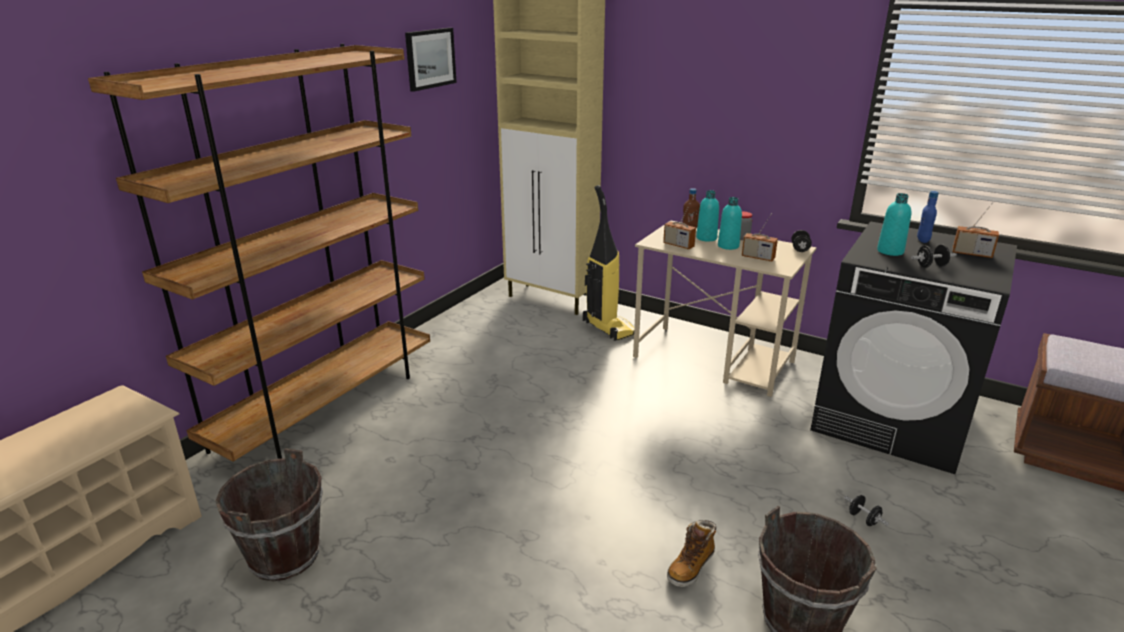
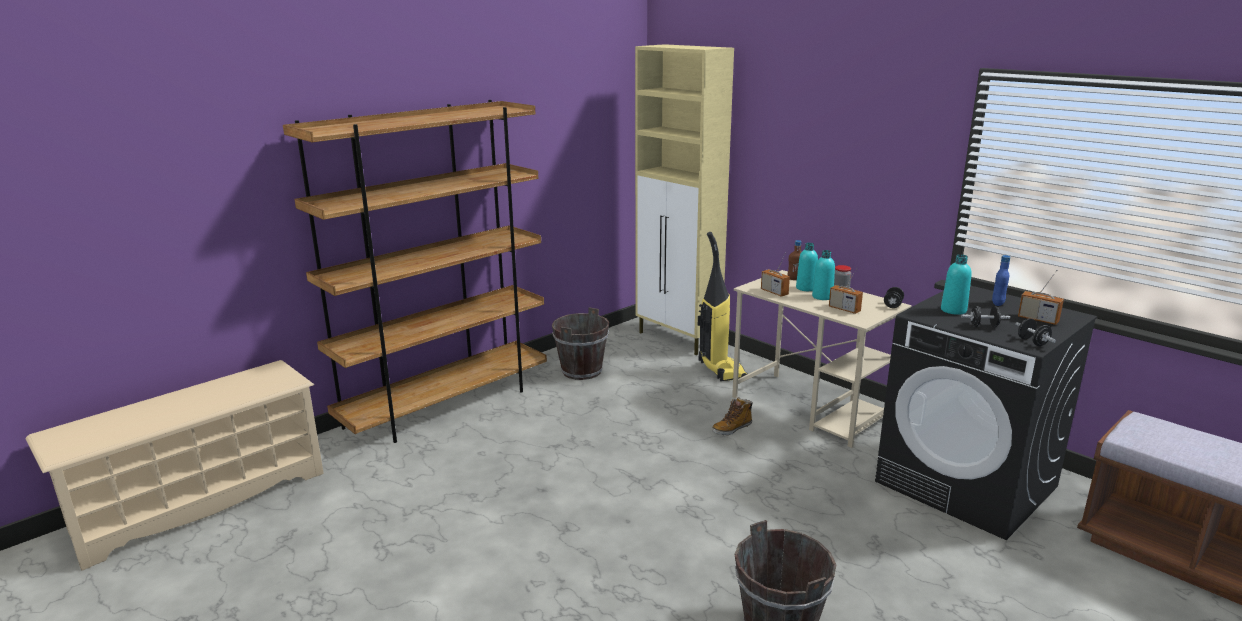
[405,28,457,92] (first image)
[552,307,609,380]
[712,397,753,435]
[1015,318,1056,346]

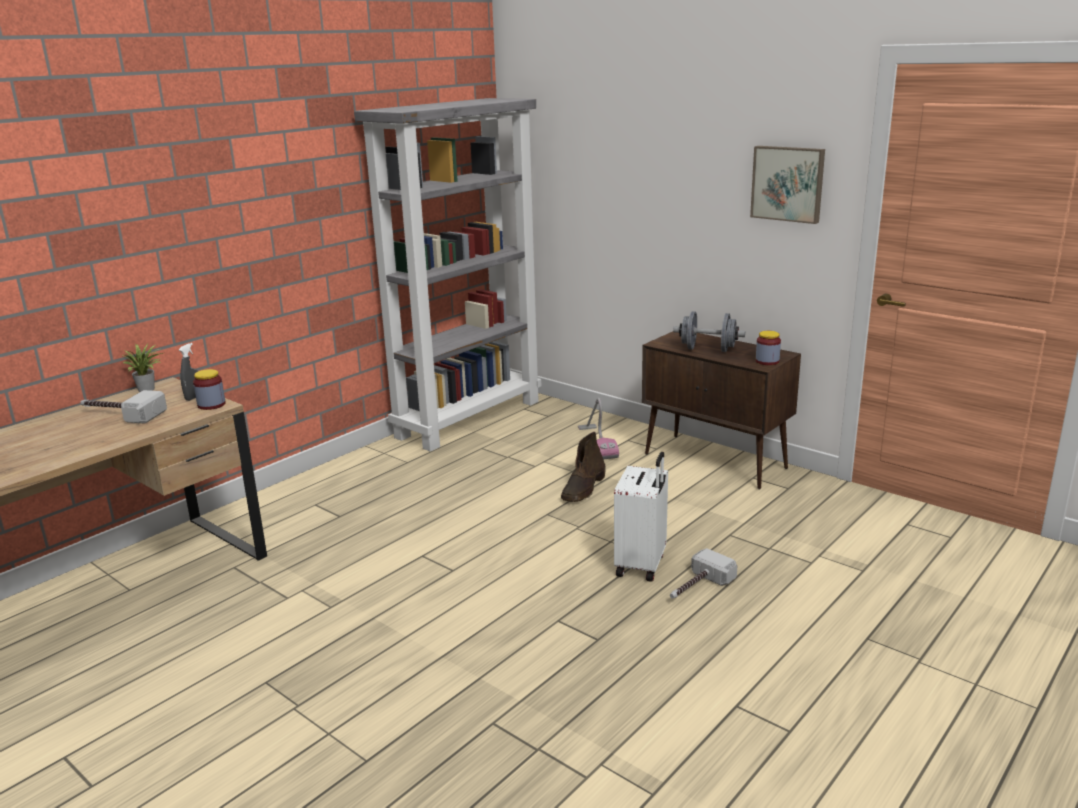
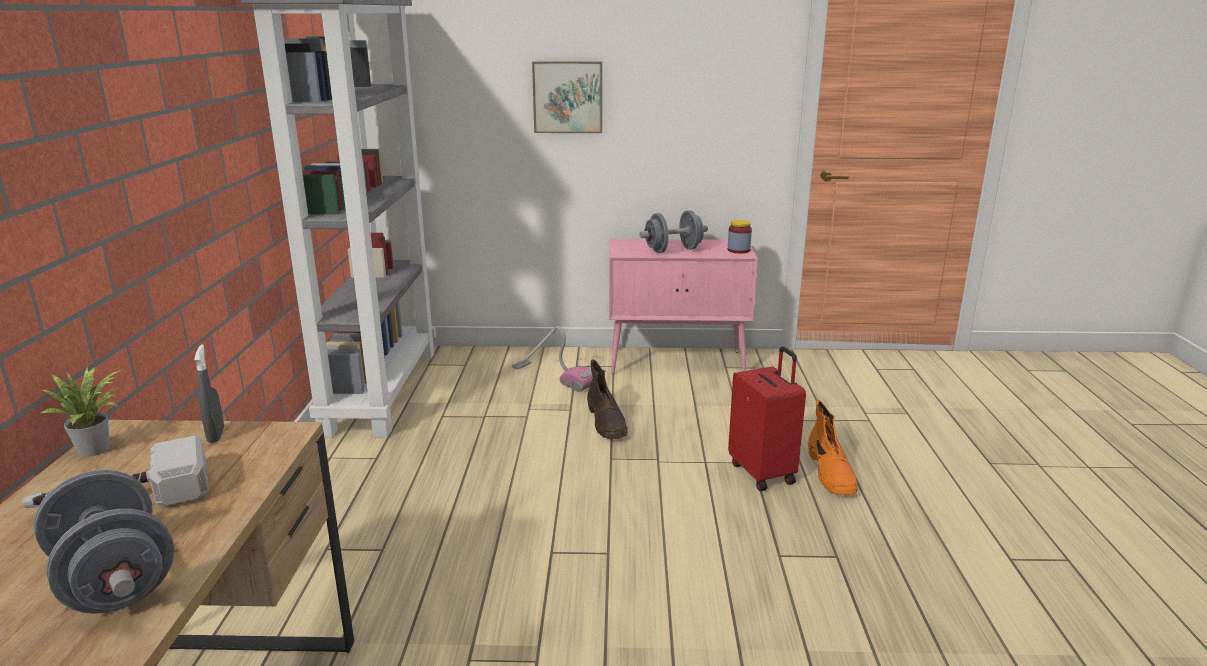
[193,369,226,410] (first image)
[34,470,174,614]
[532,61,602,133]
[808,400,858,496]
[728,346,806,491]
[609,239,758,374]

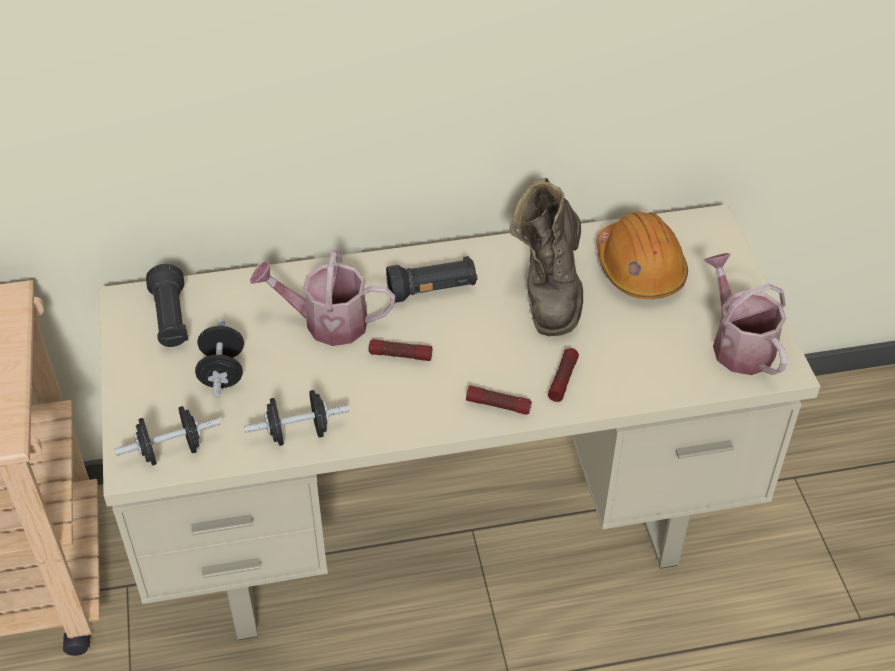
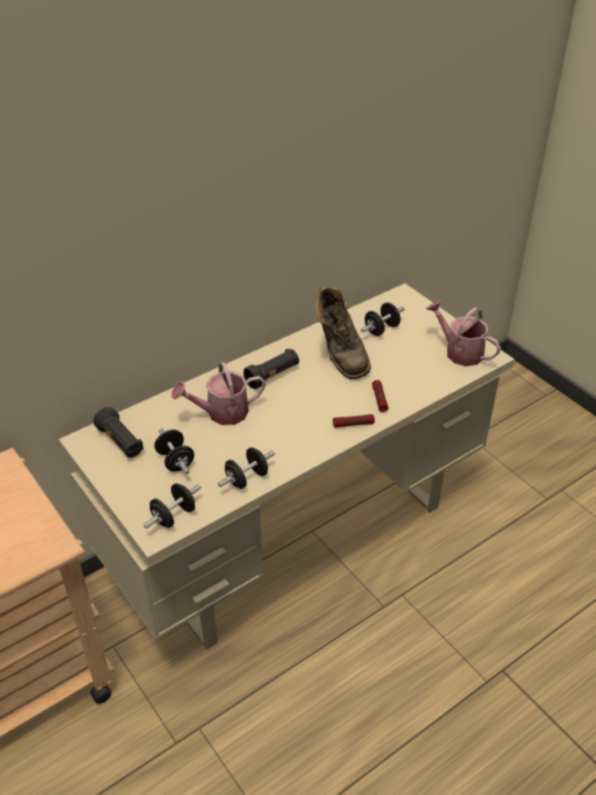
[368,339,432,361] (first image)
[361,303,404,336]

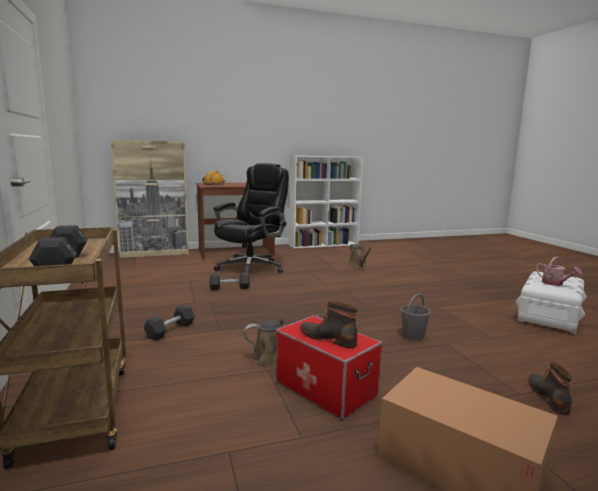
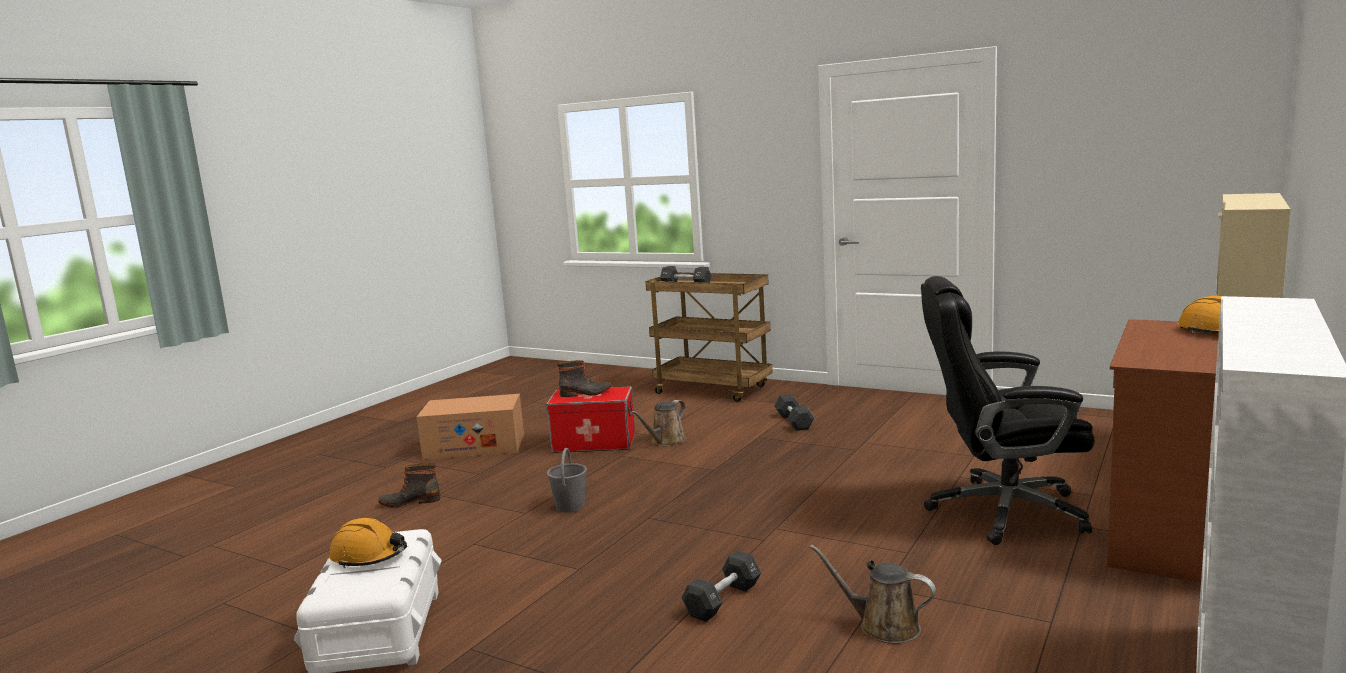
[681,551,761,622]
[329,518,407,568]
[921,276,1094,545]
[378,463,441,508]

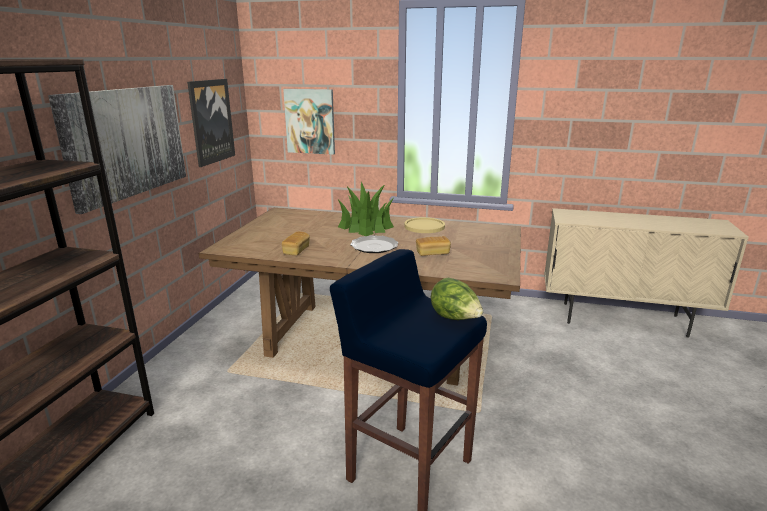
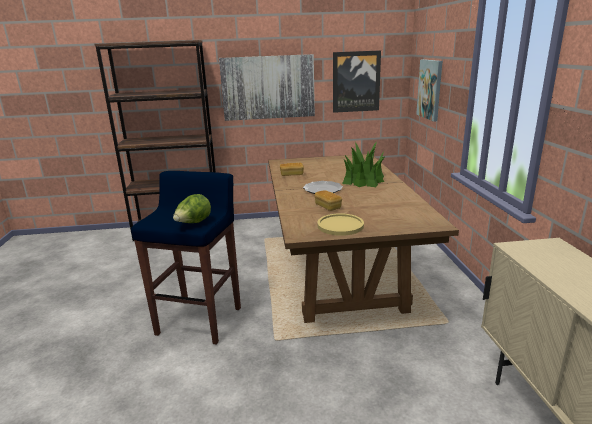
[317,213,364,236]

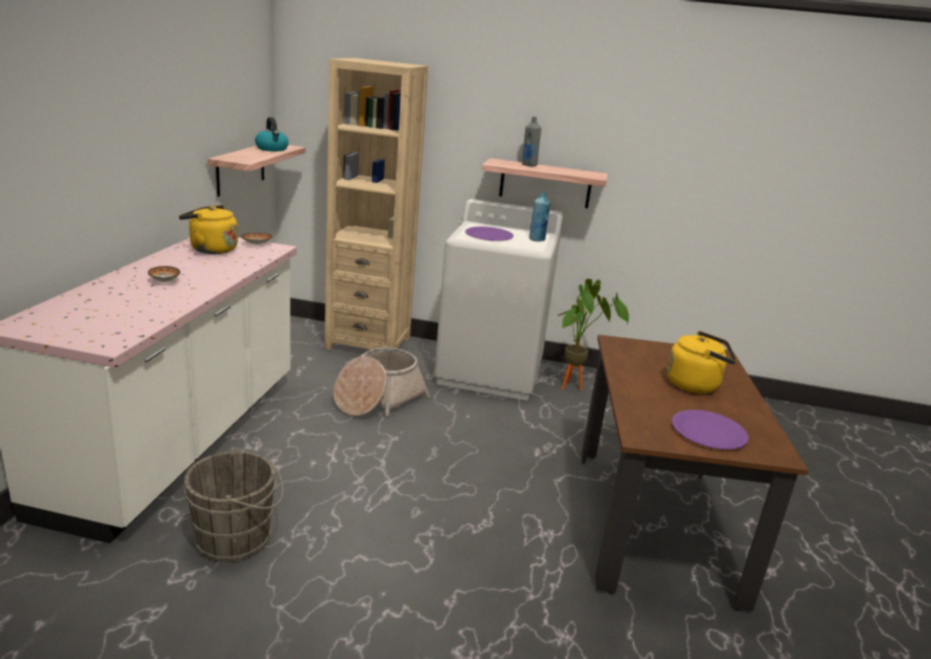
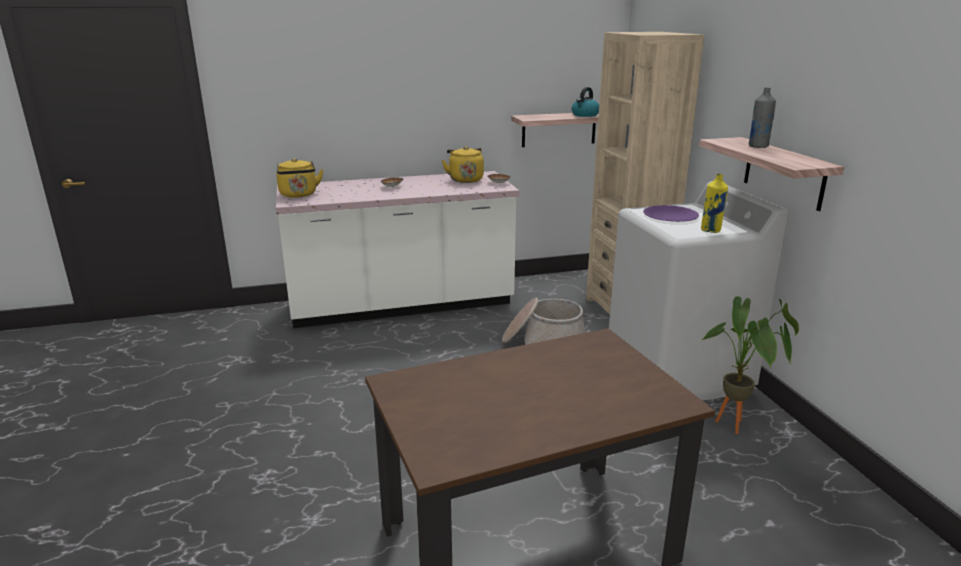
[184,447,284,563] (first image)
[672,410,749,450] (first image)
[276,158,323,198]
[701,174,728,233]

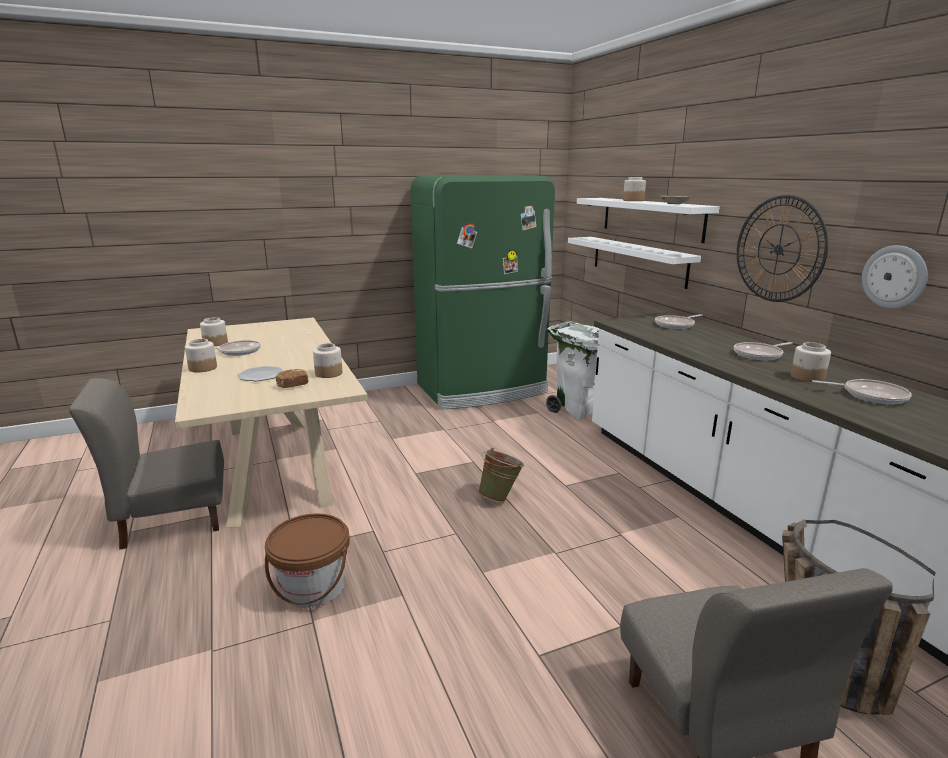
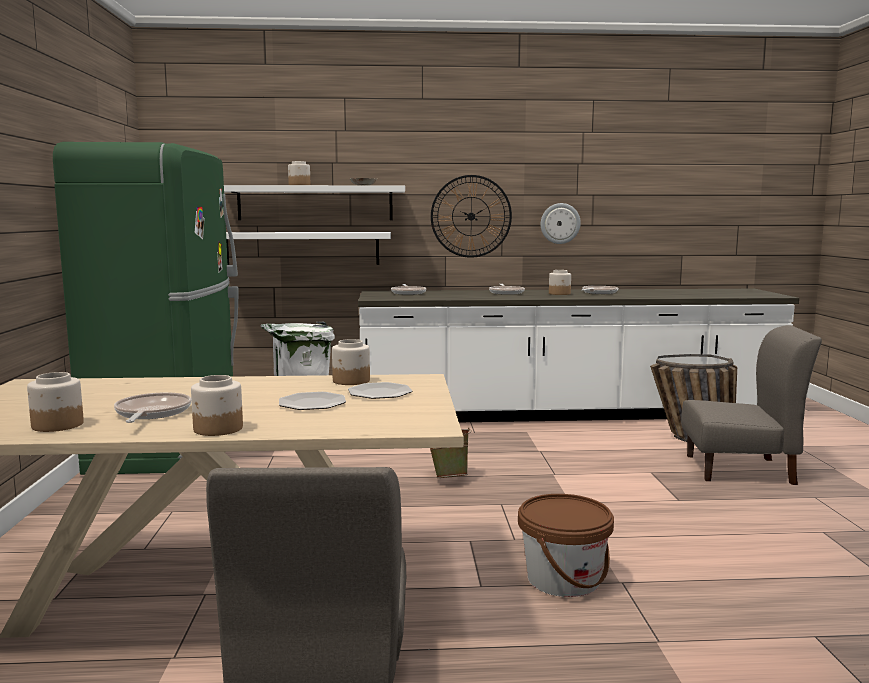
[348,382,412,399]

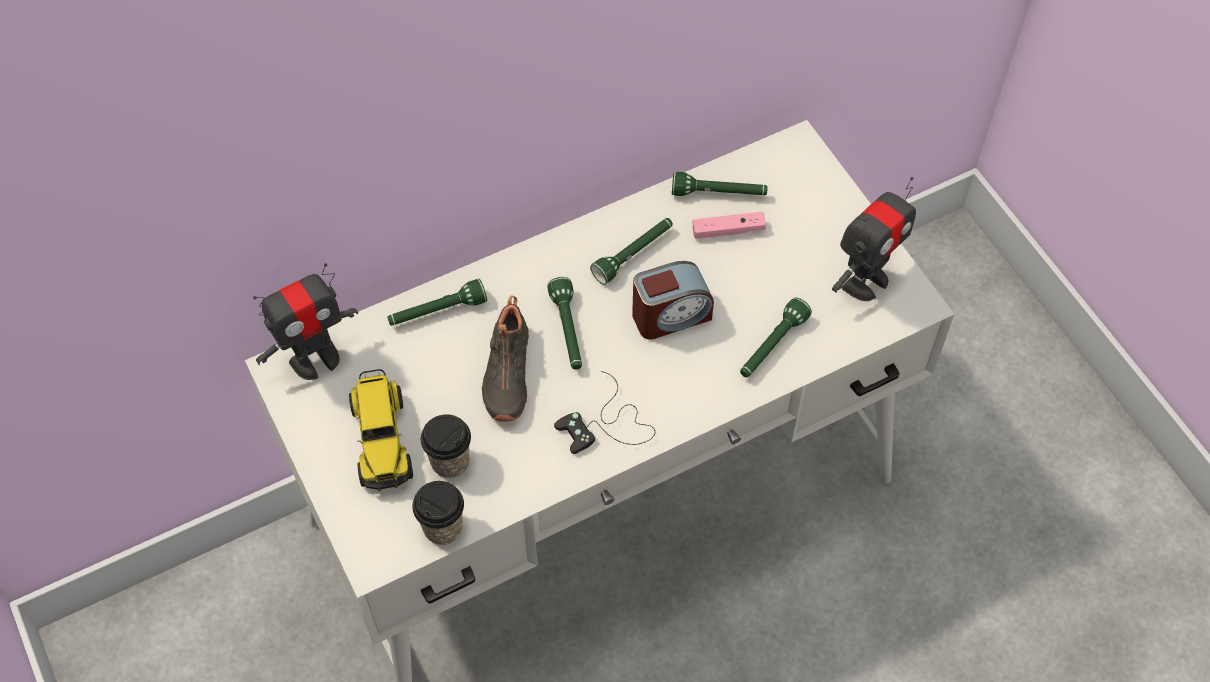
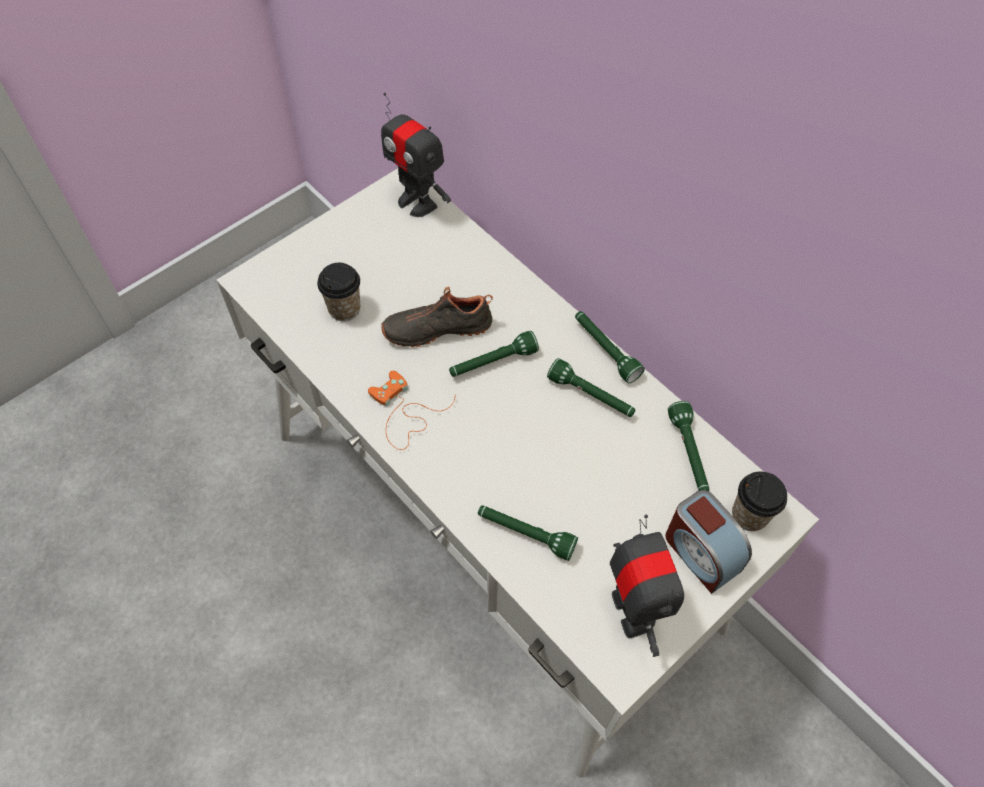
[349,369,413,491] (first image)
[693,212,766,238] (first image)
[575,311,645,383]
[732,471,787,531]
[665,490,752,594]
[368,371,456,450]
[610,514,684,657]

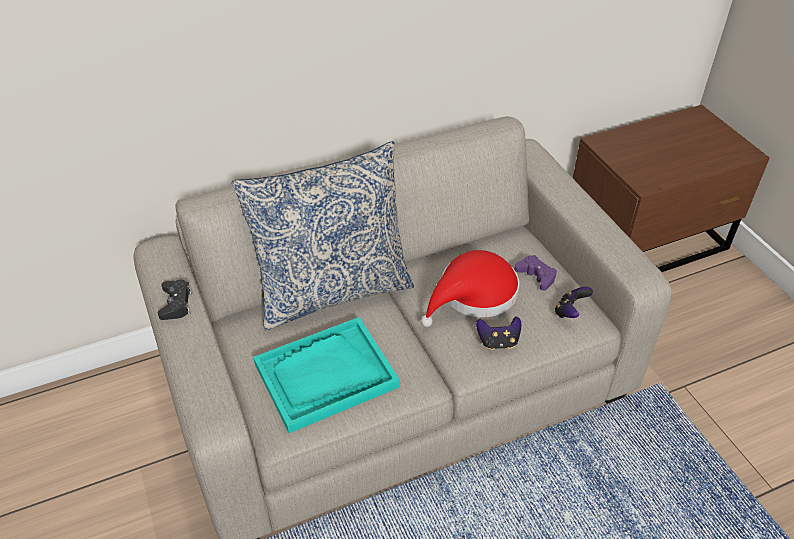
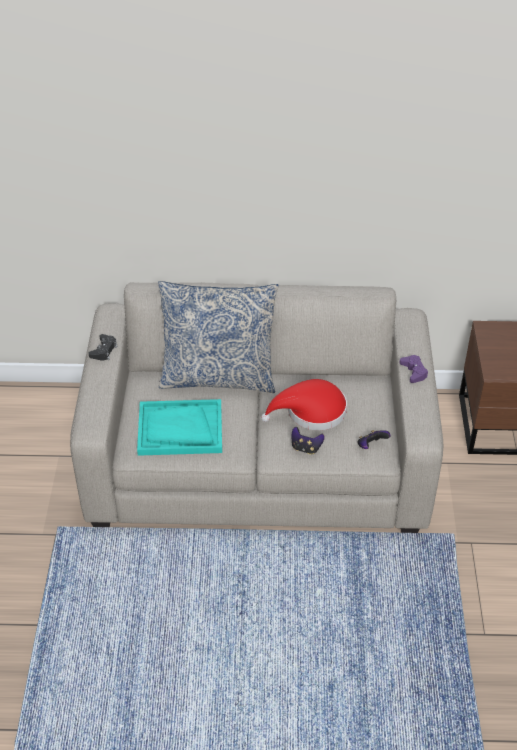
[400,355,428,383]

